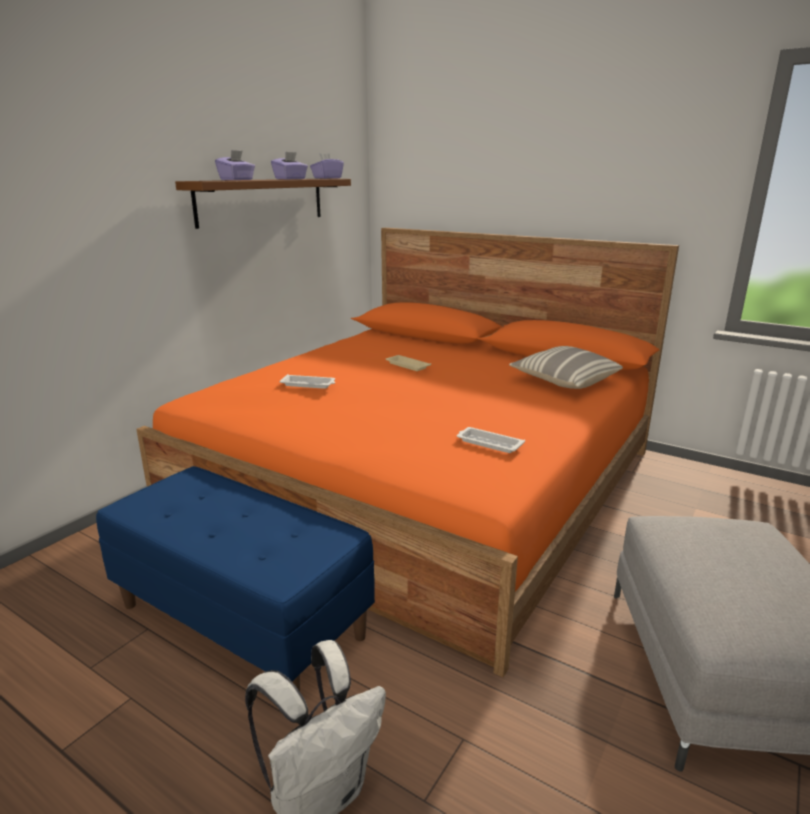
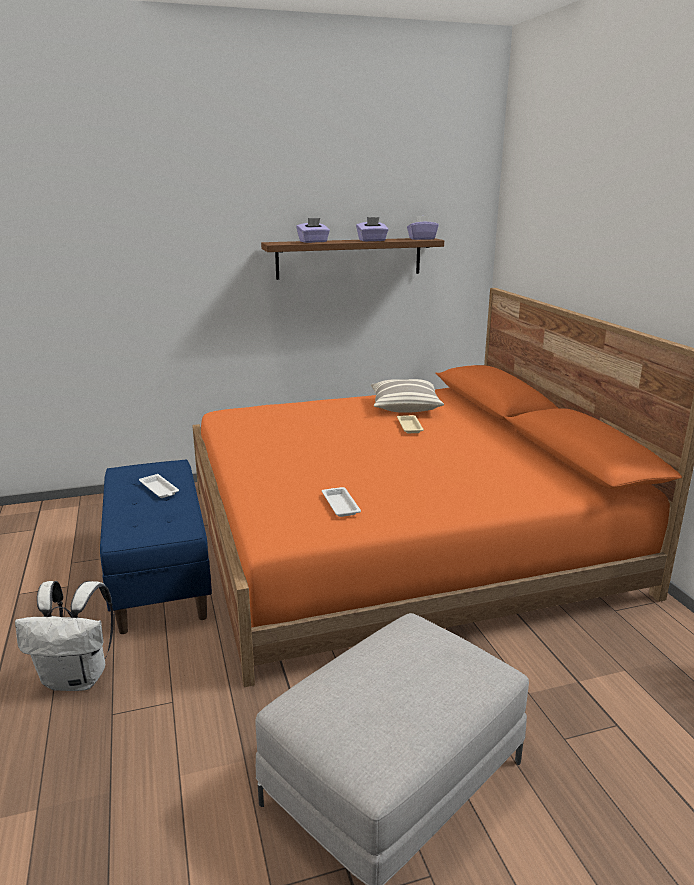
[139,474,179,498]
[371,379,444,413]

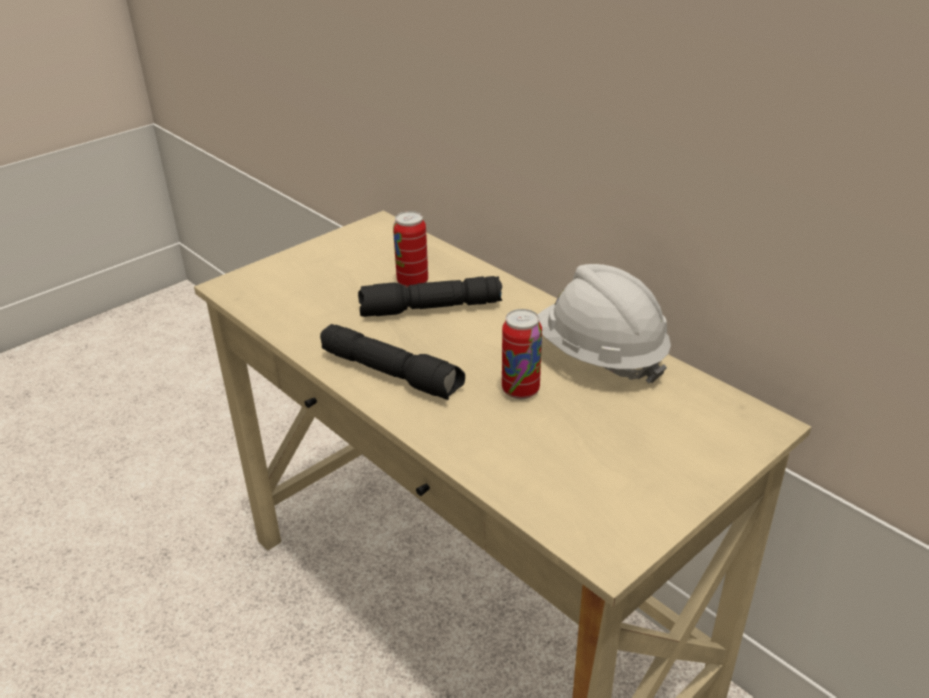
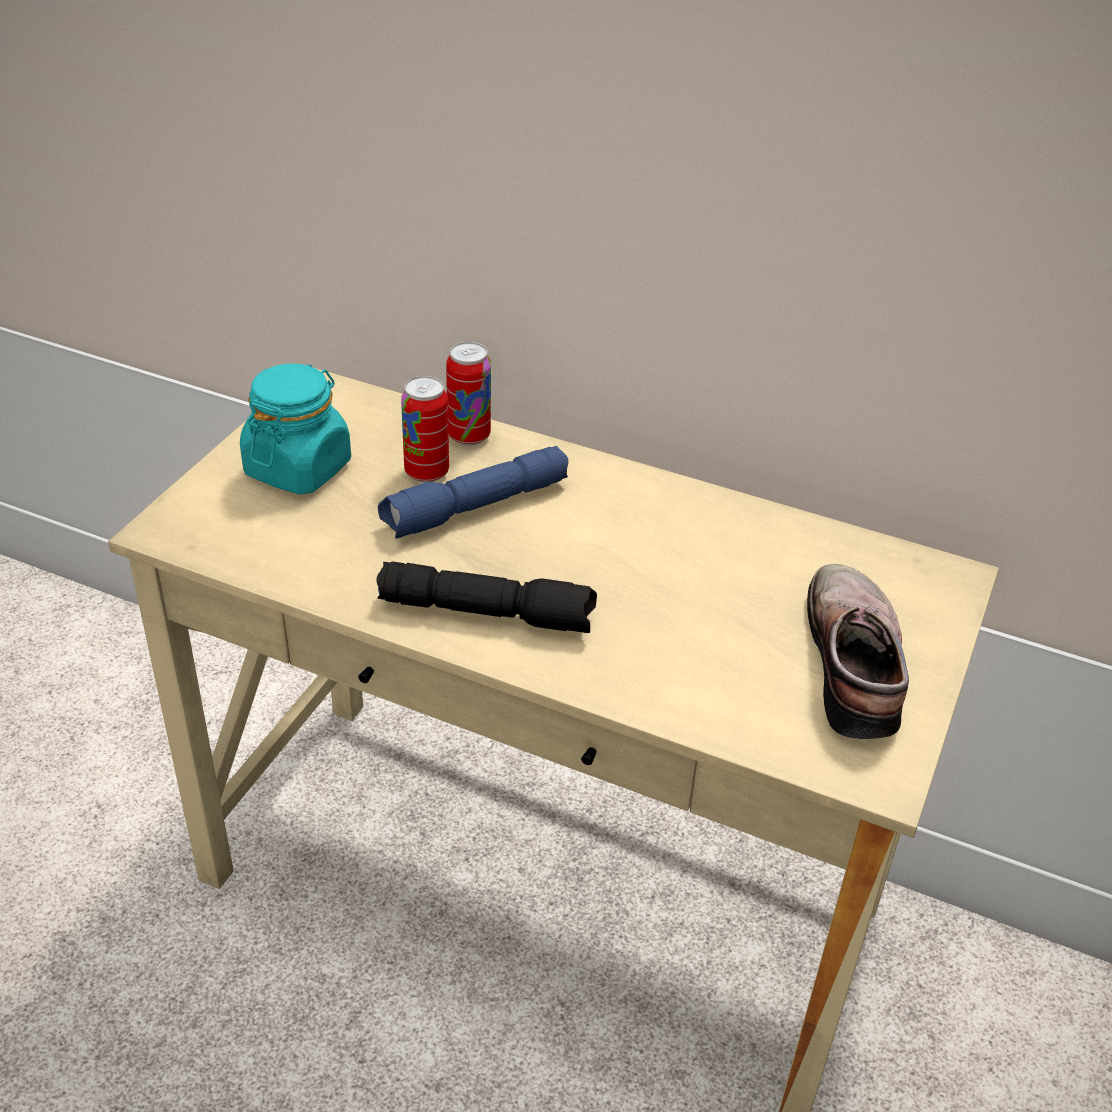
[538,264,671,383] (first image)
[240,364,351,495]
[807,564,909,739]
[446,342,491,446]
[378,446,569,539]

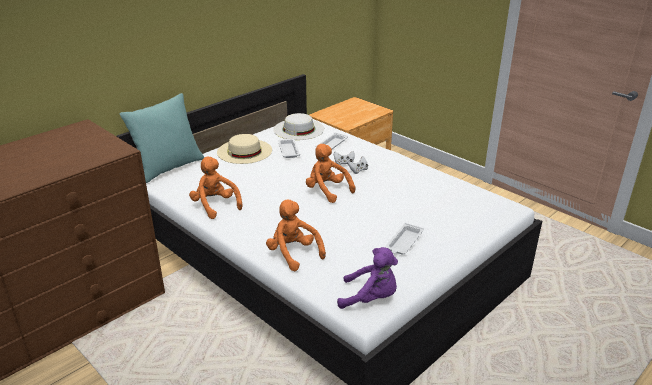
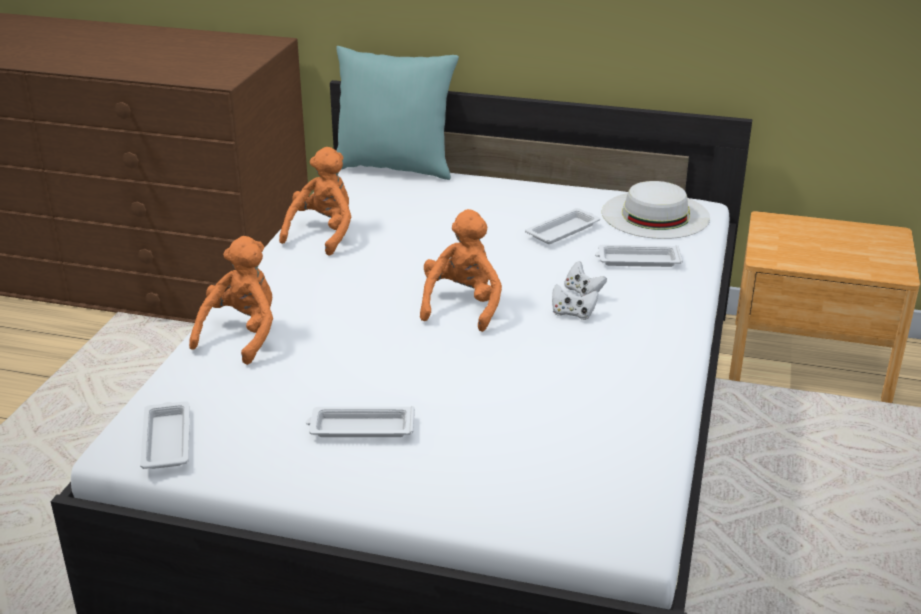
[217,134,272,164] (first image)
[140,401,189,469]

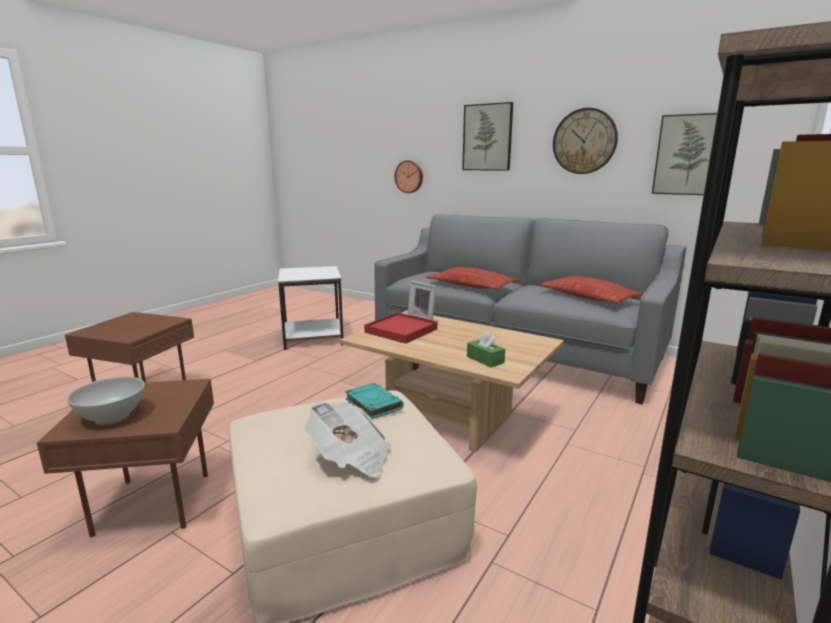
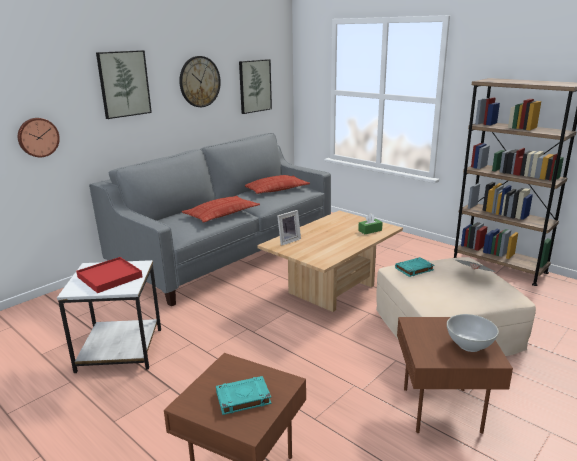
[216,376,272,415]
[76,257,142,293]

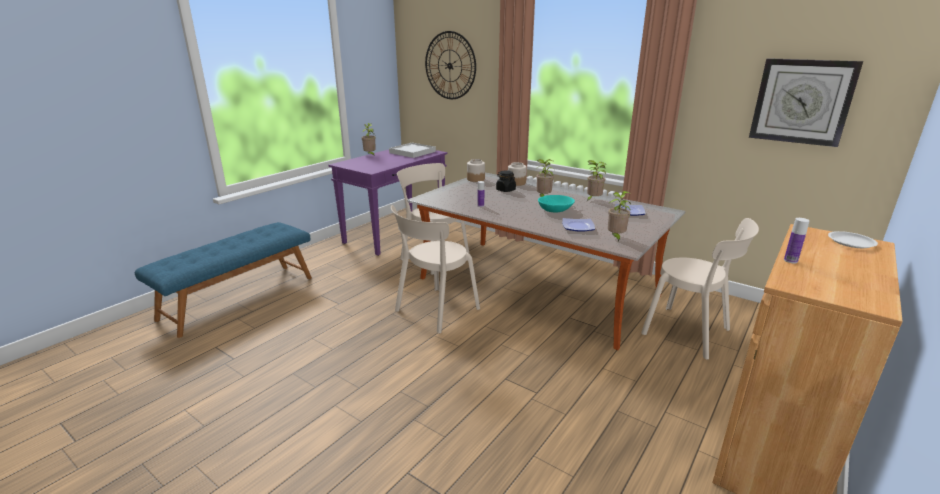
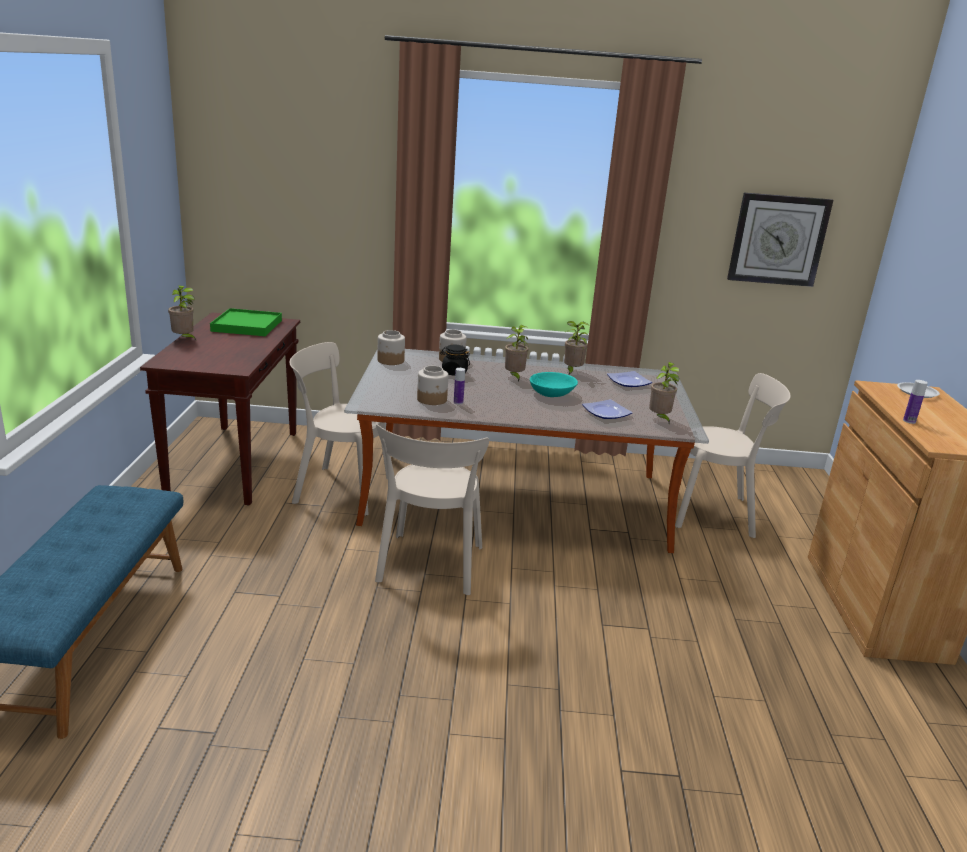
[425,31,476,99] (first image)
[417,366,448,405]
[140,312,300,506]
[210,308,282,336]

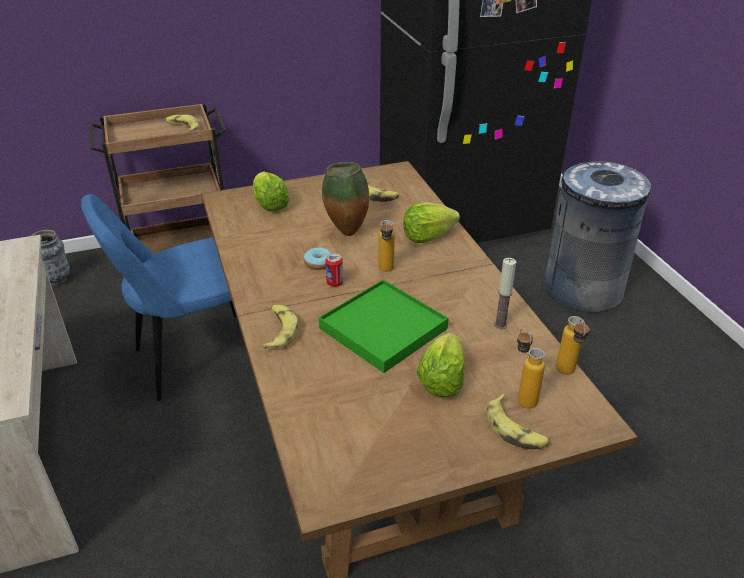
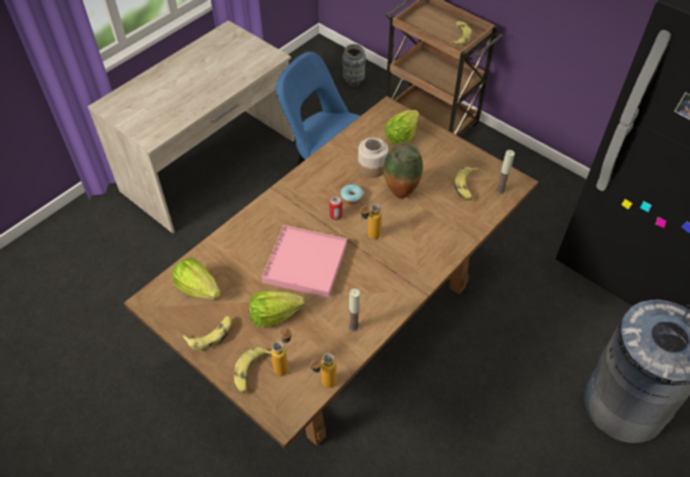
[358,138,388,178]
[496,150,515,194]
[182,316,231,350]
[172,258,221,299]
[262,225,347,298]

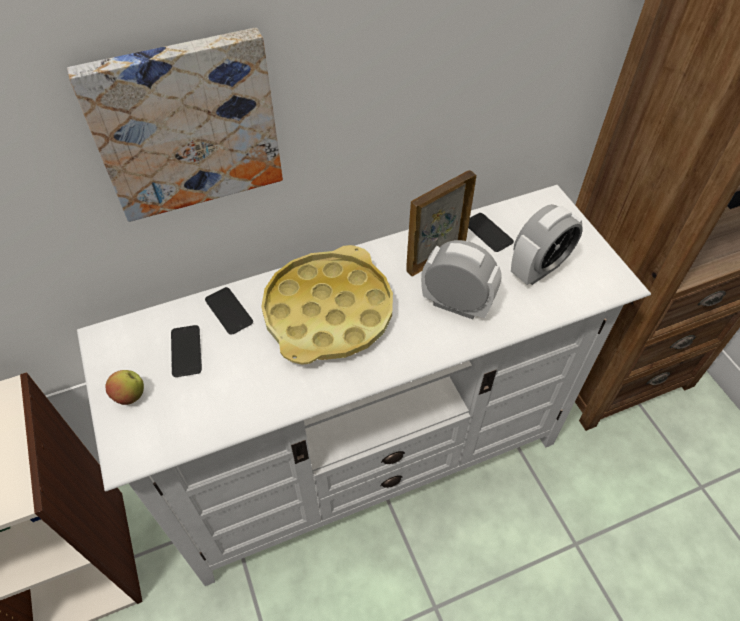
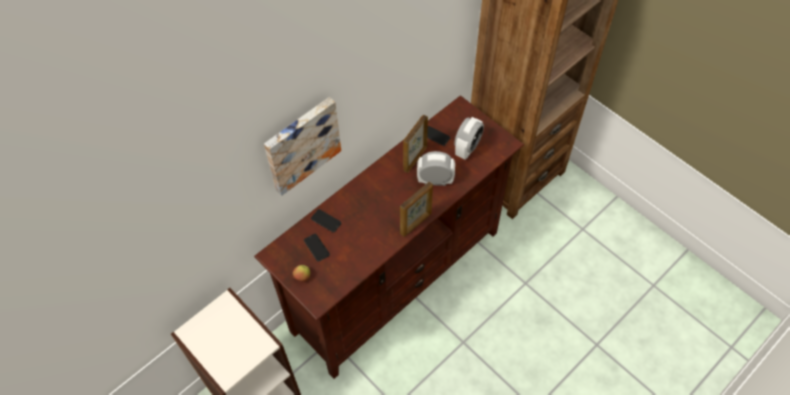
[261,245,393,365] (first image)
[400,181,433,237]
[254,95,524,379]

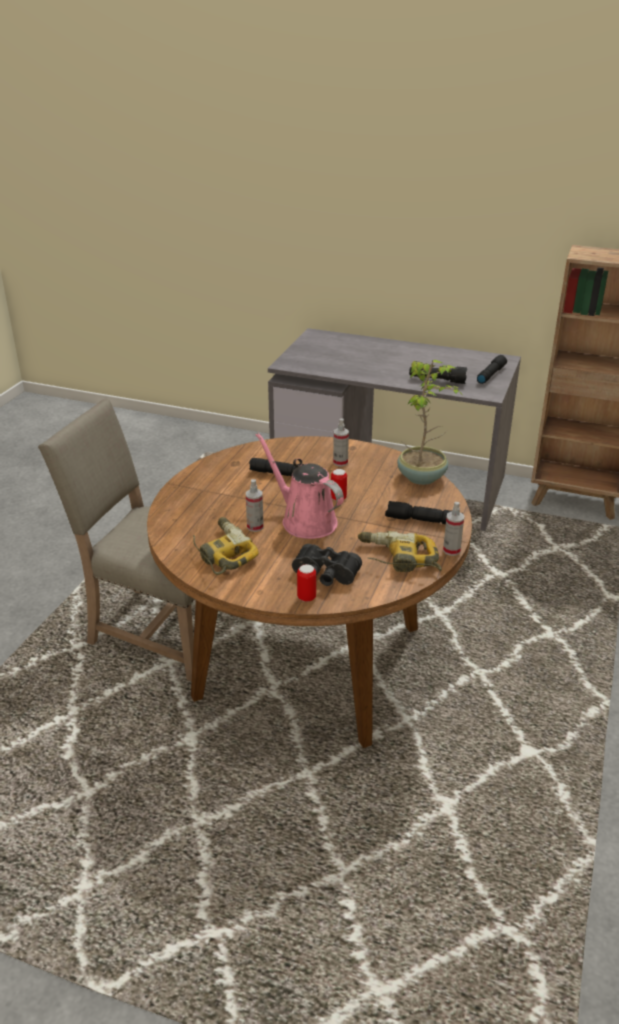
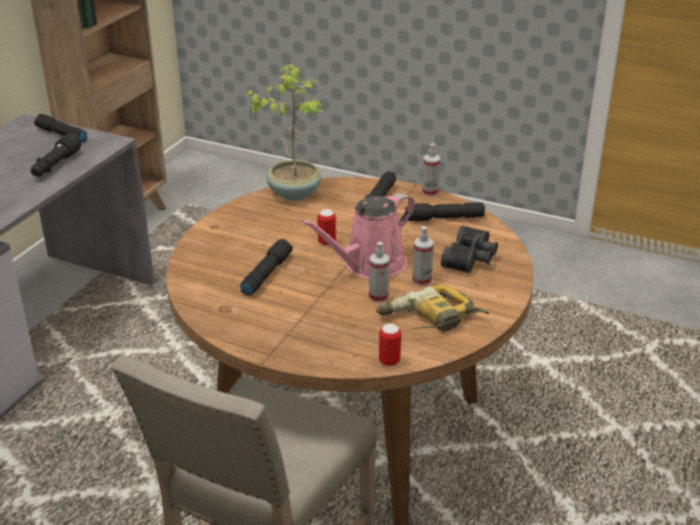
[379,324,401,366]
[412,226,434,286]
[405,202,485,221]

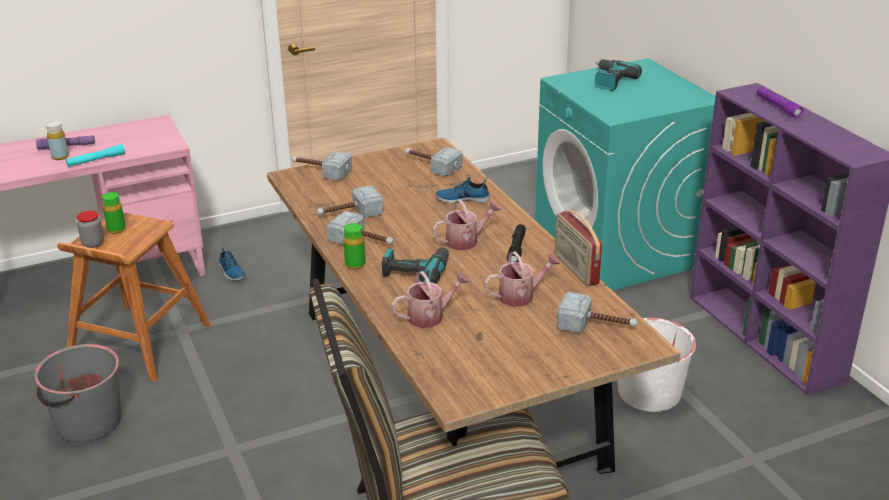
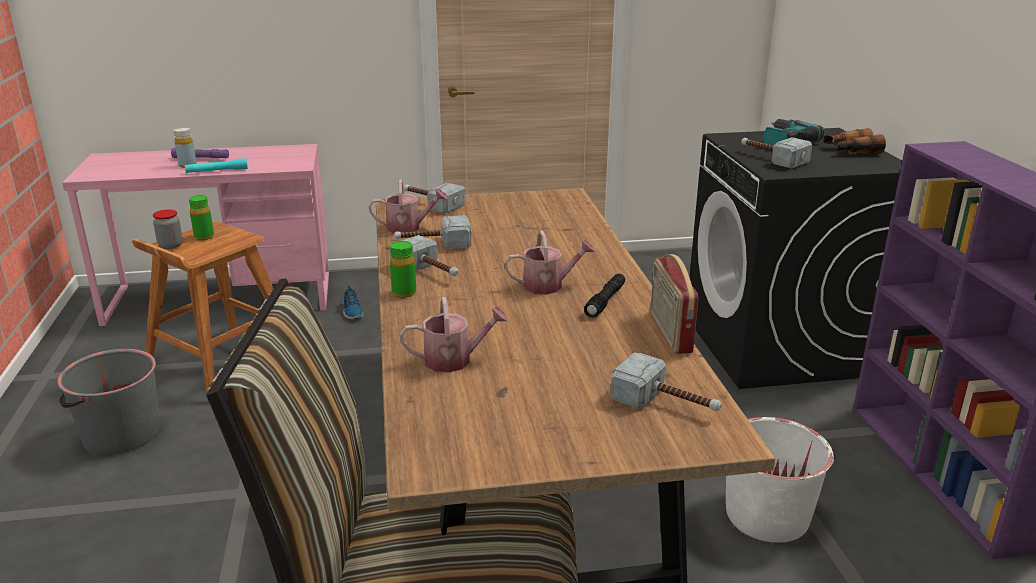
[382,247,449,284] (first image)
[436,174,490,203] (first image)
[757,87,803,118] (first image)
[823,128,886,154]
[741,137,812,169]
[369,180,448,233]
[690,128,902,389]

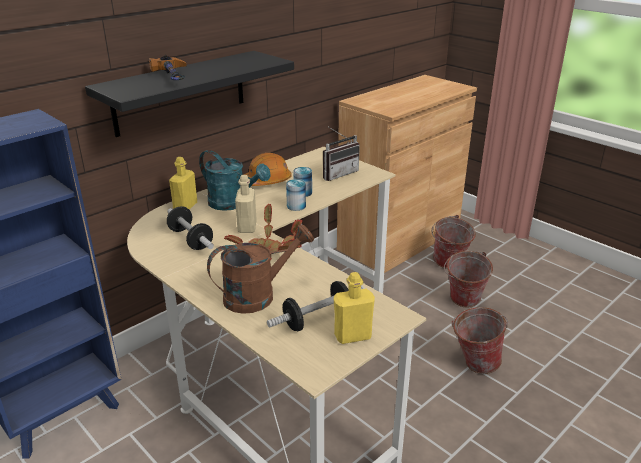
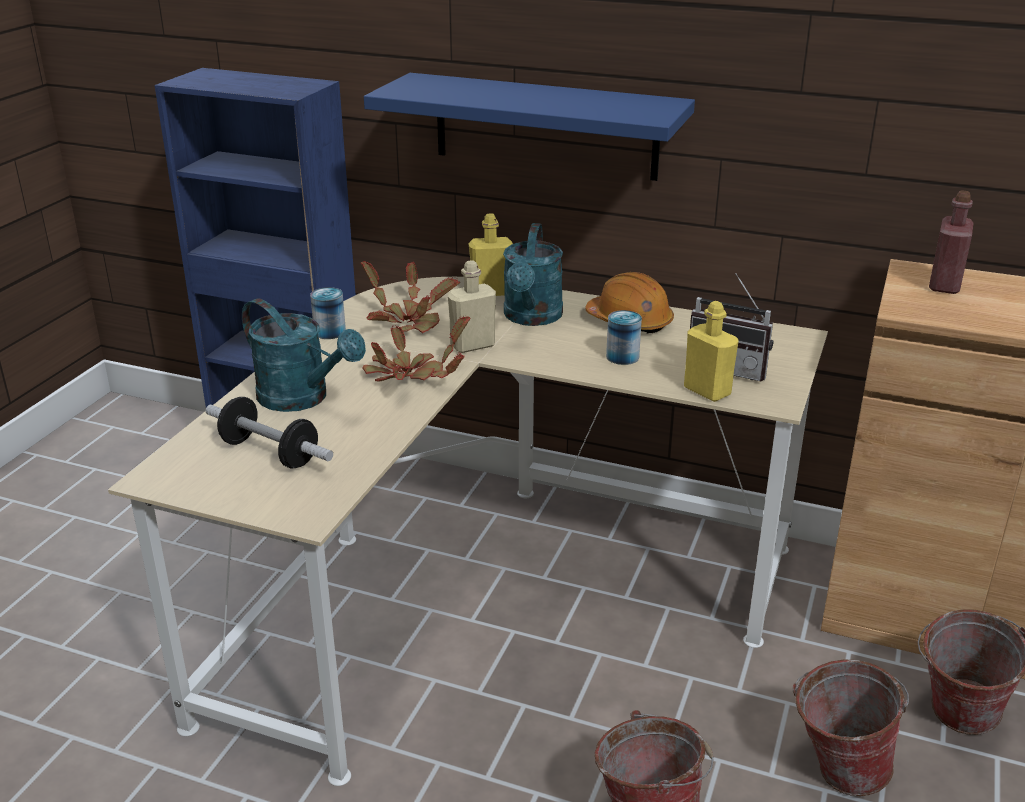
[149,55,187,80] (first image)
[929,190,973,294]
[310,287,346,339]
[684,301,739,402]
[361,261,460,333]
[364,73,695,181]
[242,298,366,412]

